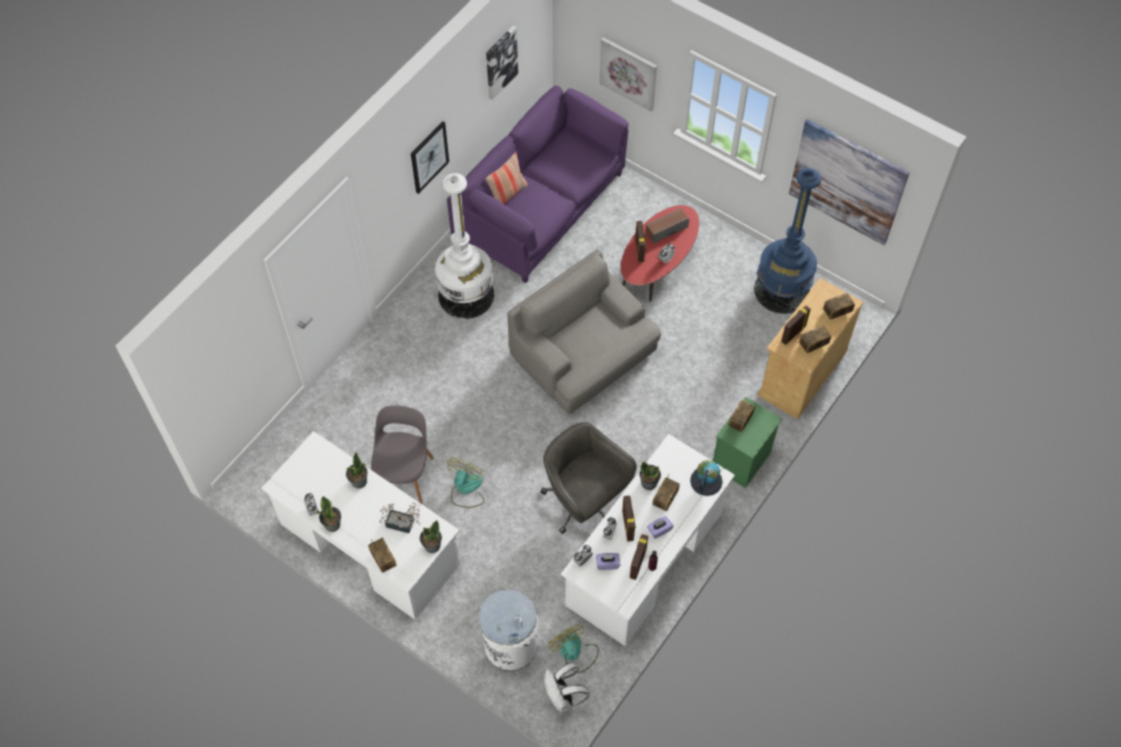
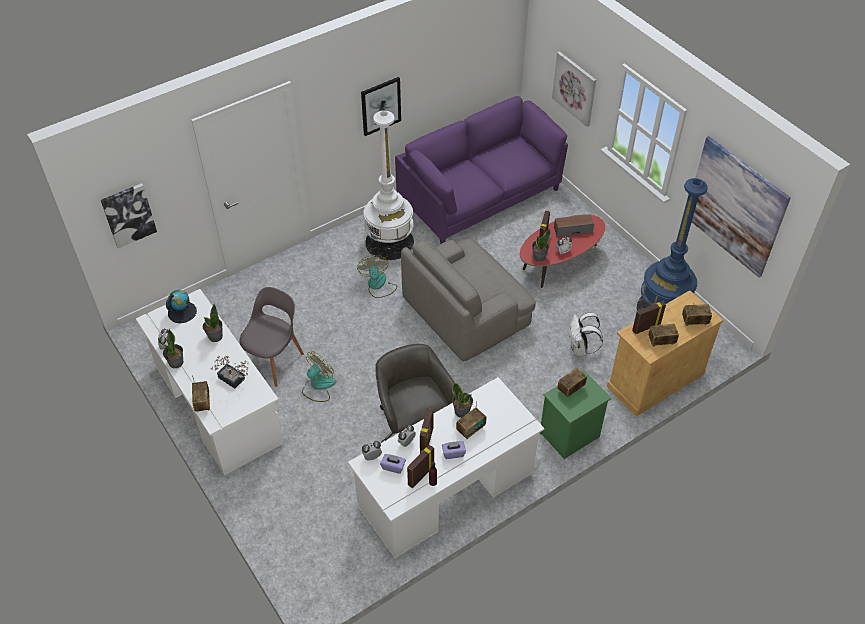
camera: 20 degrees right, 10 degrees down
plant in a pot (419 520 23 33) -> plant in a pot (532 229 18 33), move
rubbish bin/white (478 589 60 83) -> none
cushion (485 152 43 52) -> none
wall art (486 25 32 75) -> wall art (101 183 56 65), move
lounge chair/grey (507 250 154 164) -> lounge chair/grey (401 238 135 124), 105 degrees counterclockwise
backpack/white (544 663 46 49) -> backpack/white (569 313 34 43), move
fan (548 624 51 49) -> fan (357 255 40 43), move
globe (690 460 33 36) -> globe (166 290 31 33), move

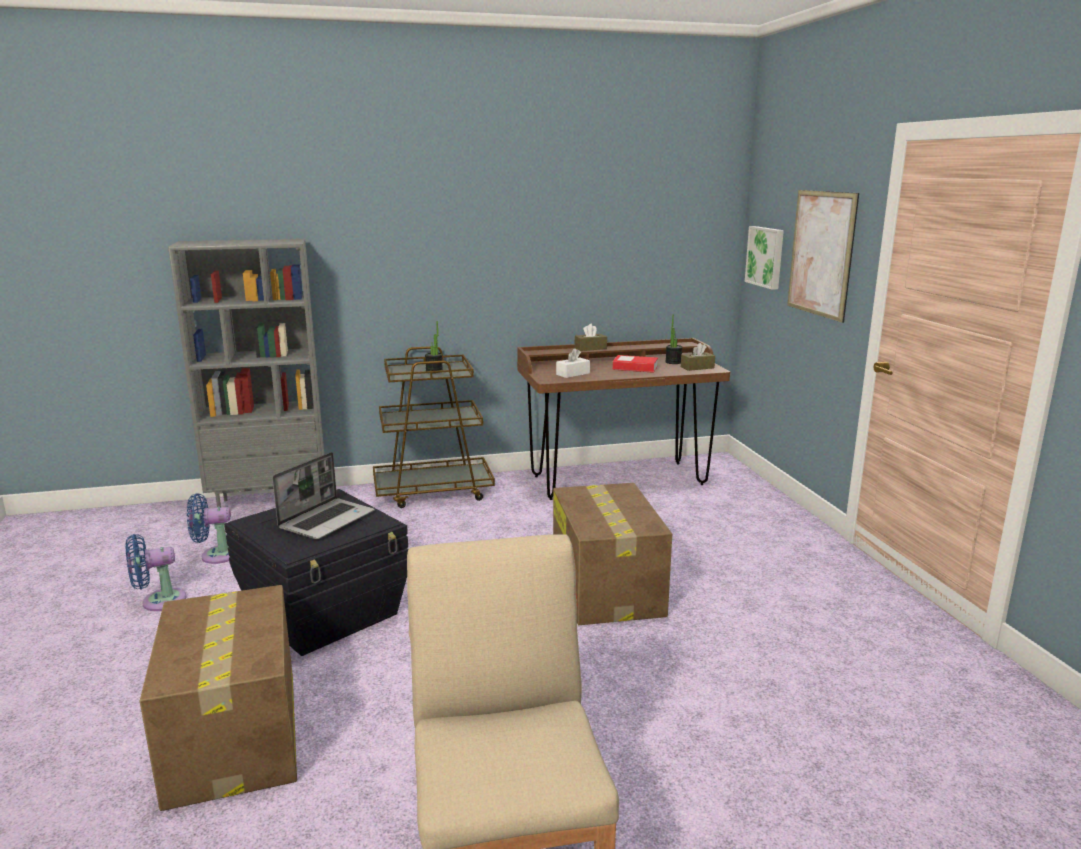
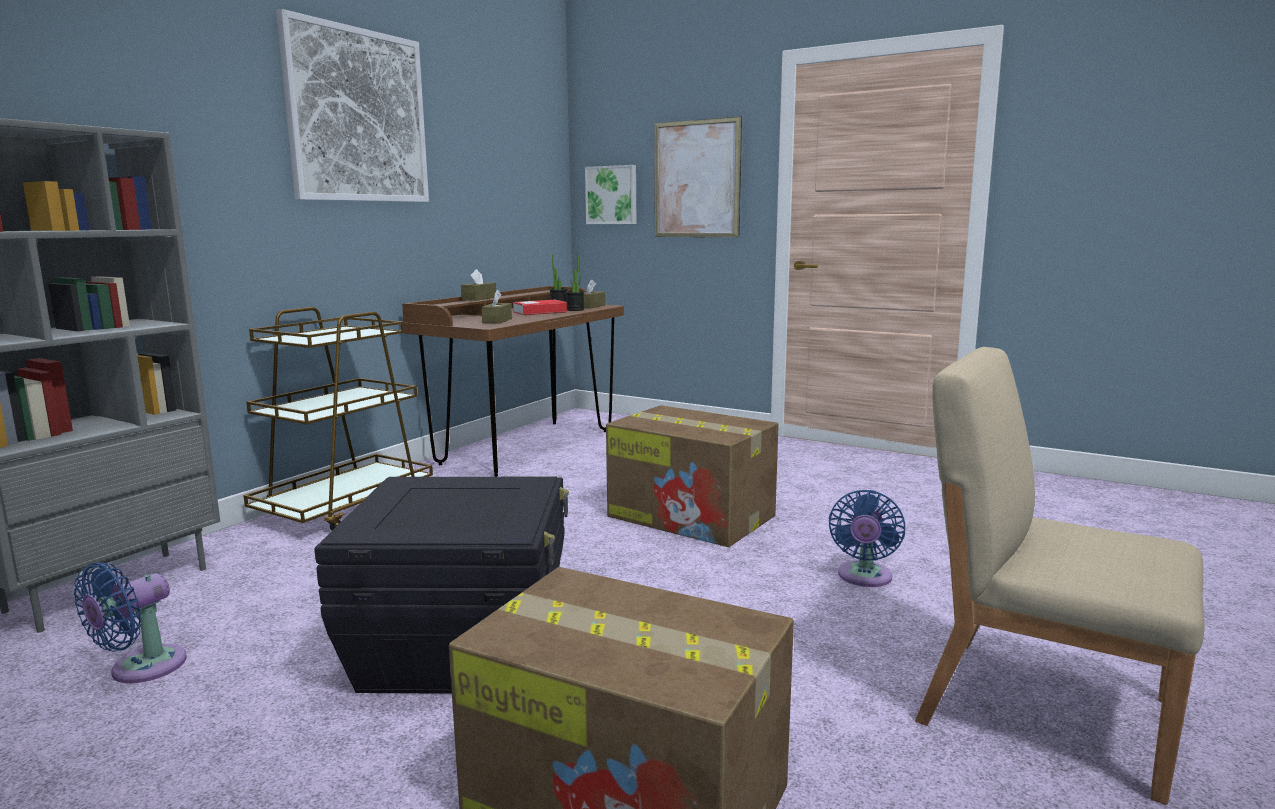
camera: 45 degrees left, 5 degrees down
fan/bluish (126 534 61 77) -> fan/bluish (829 490 76 97), move
laptop (272 452 103 87) -> none
plant in a pot (425 321 18 50) -> plant in a pot (566 255 18 56), move
tissue box/white (556 348 34 30) -> tissue box/brown (481 290 31 33)
none -> wall art (276 9 153 193)

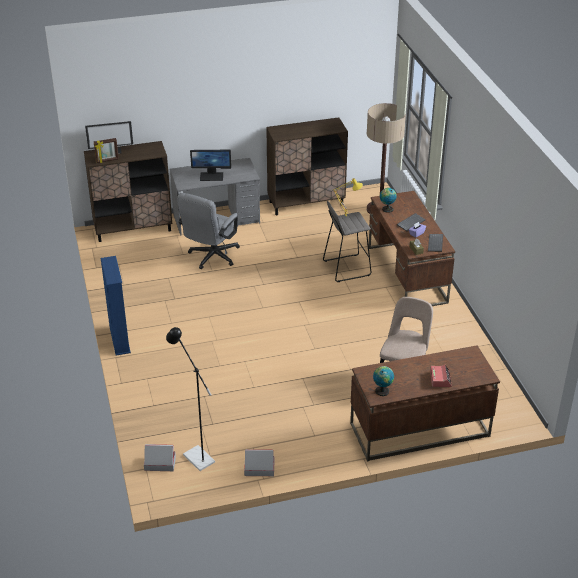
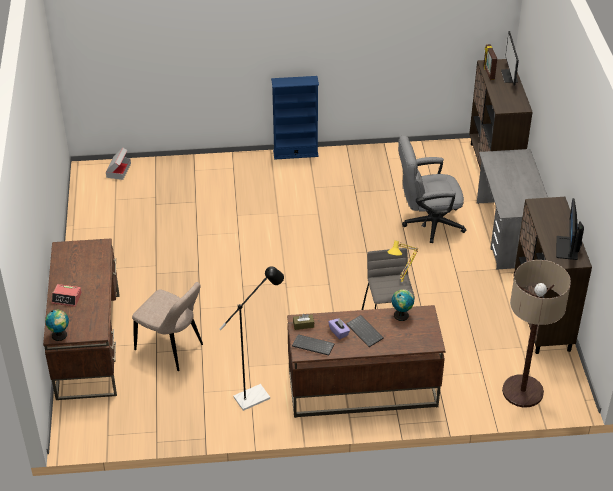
camera: 100 degrees right, 5 degrees up
standard lamp/blackish (166 327 49 144) -> standard lamp/blackish (219 266 65 145), move
computer chair/grey (177 193 63 76) -> computer chair/grey (398 135 68 108), 45 degrees counterclockwise
monitor (190 150 41 31) -> monitor (556 198 28 62), move
cardboard box (244 449 30 27) -> none
globe (373 366 21 30) -> globe (45 310 24 31), move

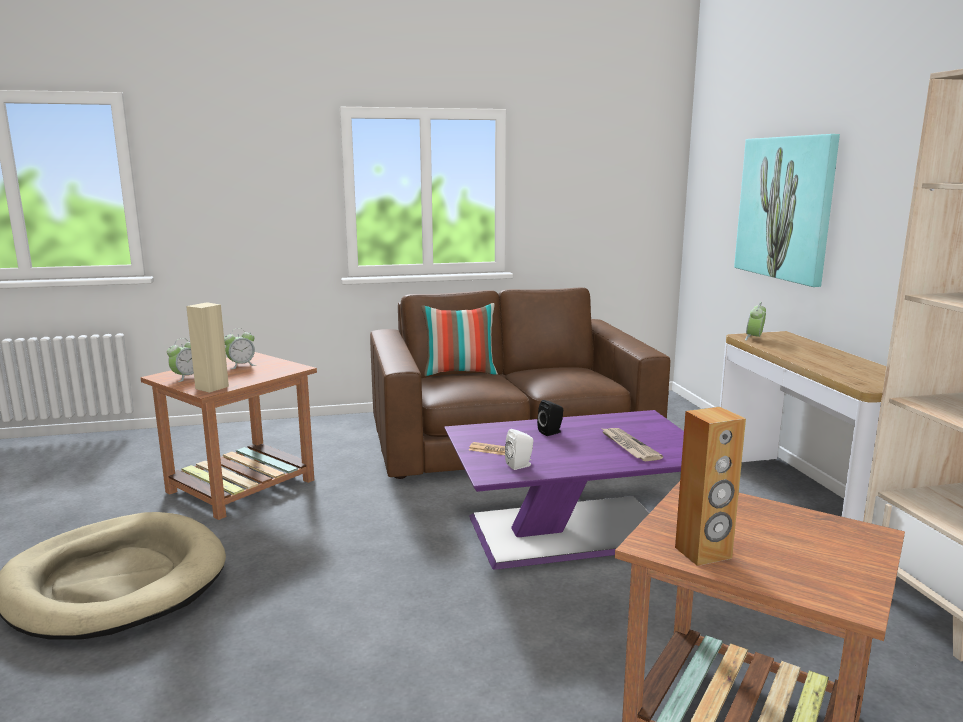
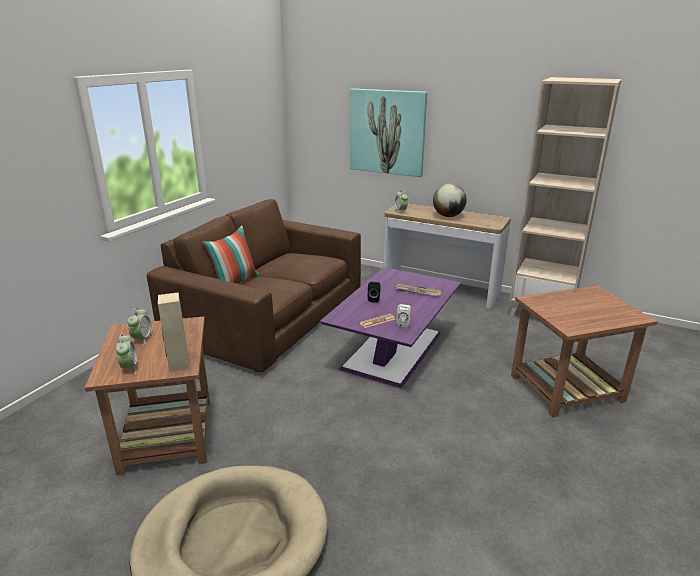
camera: 50 degrees left, 10 degrees up
speaker/brown (675 407 71 159) -> none
none -> globe (433 184 34 33)

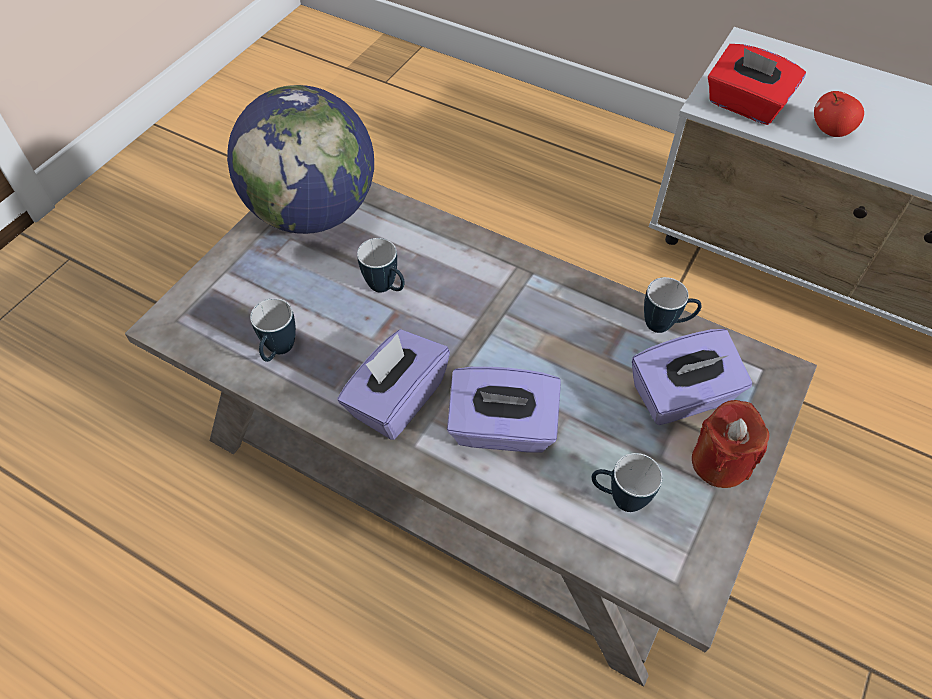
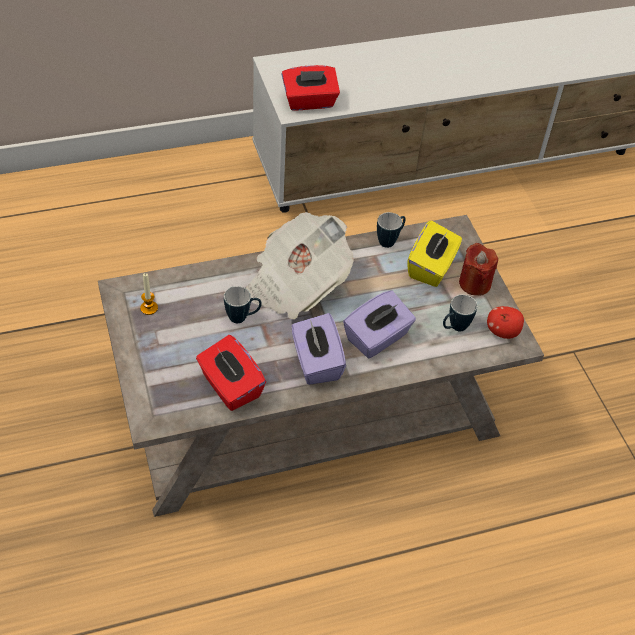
camera: 50 degrees left, 5 degrees down
globe (227 85 147 149) -> candle (140 273 18 42)
mug (250 298 46 64) -> tissue box/red-coloured (196 335 70 76)
tissue box/purplish (632 329 120 96) -> tissue box/yellow-coloured (407 220 55 67)
apple (814 91 50 46) -> apple (487 306 37 33), move
none -> newspaper (246 212 108 107)

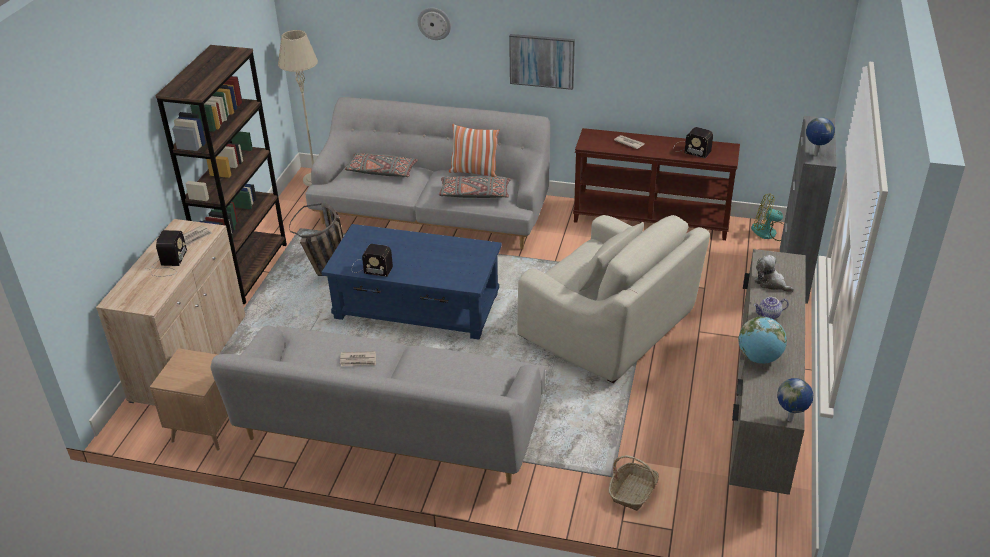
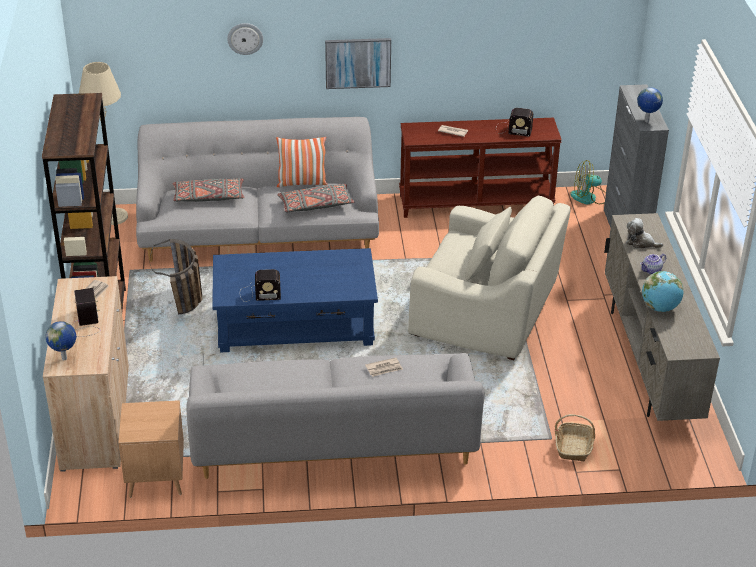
camera: 20 degrees left, 0 degrees up
newspaper (340 351 36 15) -> newspaper (365 358 38 19), move
globe (777 378 36 44) -> globe (45 321 31 39), move

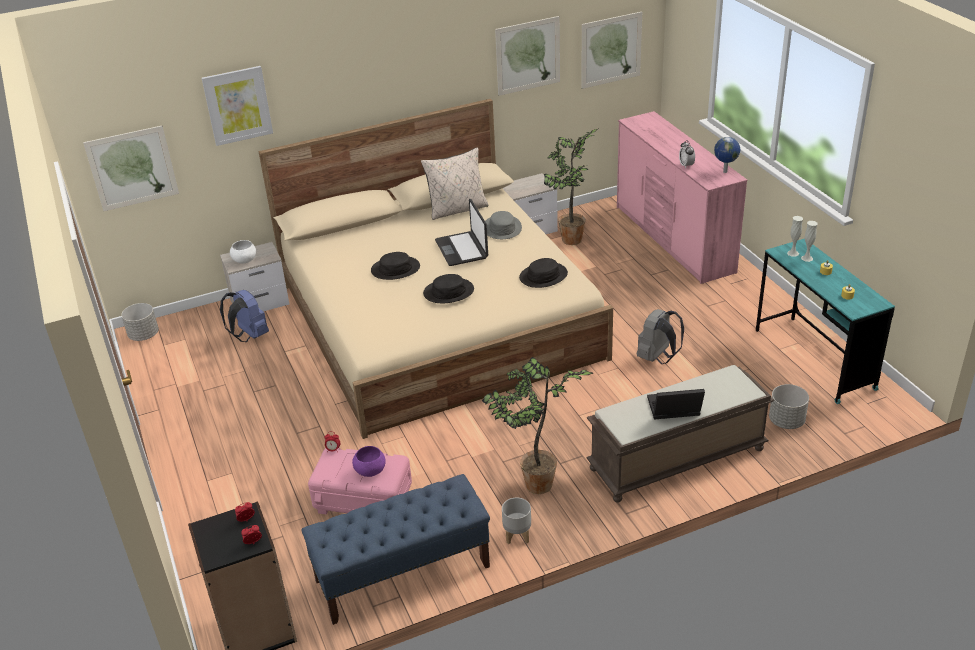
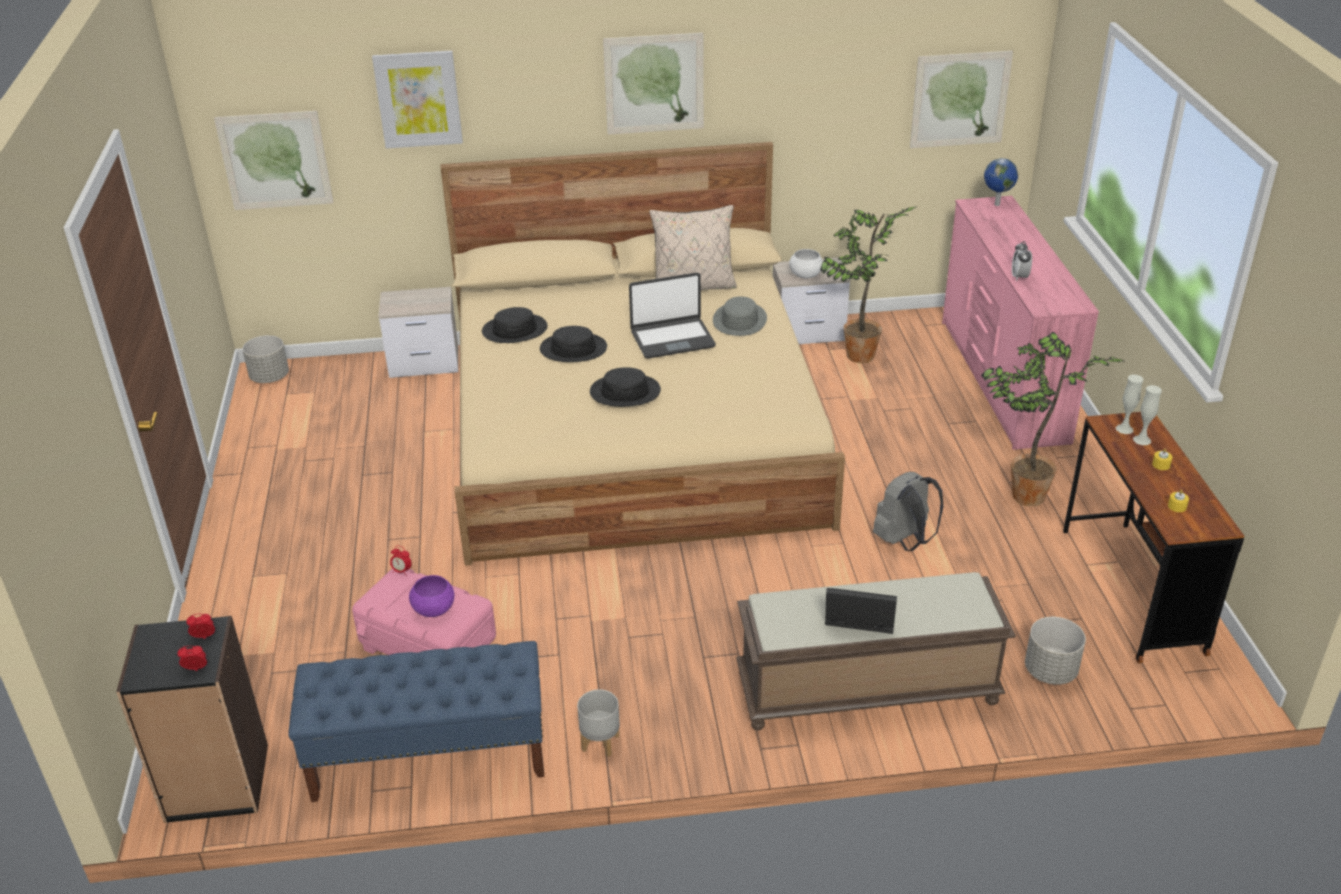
camera: 15 degrees right, 0 degrees up
backpack/bluish (220 290 49 52) -> none
serving bowl/white (230 240 26 23) -> serving bowl/white (789 249 34 30), move
laptop (435 199 53 67) -> laptop (629 273 87 85), 105 degrees counterclockwise
plant in a pot (482 357 111 137) -> plant in a pot (981 332 144 174), move
wall art (495 16 65 80) -> wall art (603 33 101 102), move
wearable hat/blackish (519 258 49 30) -> wearable hat/blackish (482 307 65 36), move
globe (714 137 26 36) -> globe (984 158 34 48), move
desk unit/turquoise-coloured (756 238 139 166) -> desk unit/brown (1063 412 181 251)

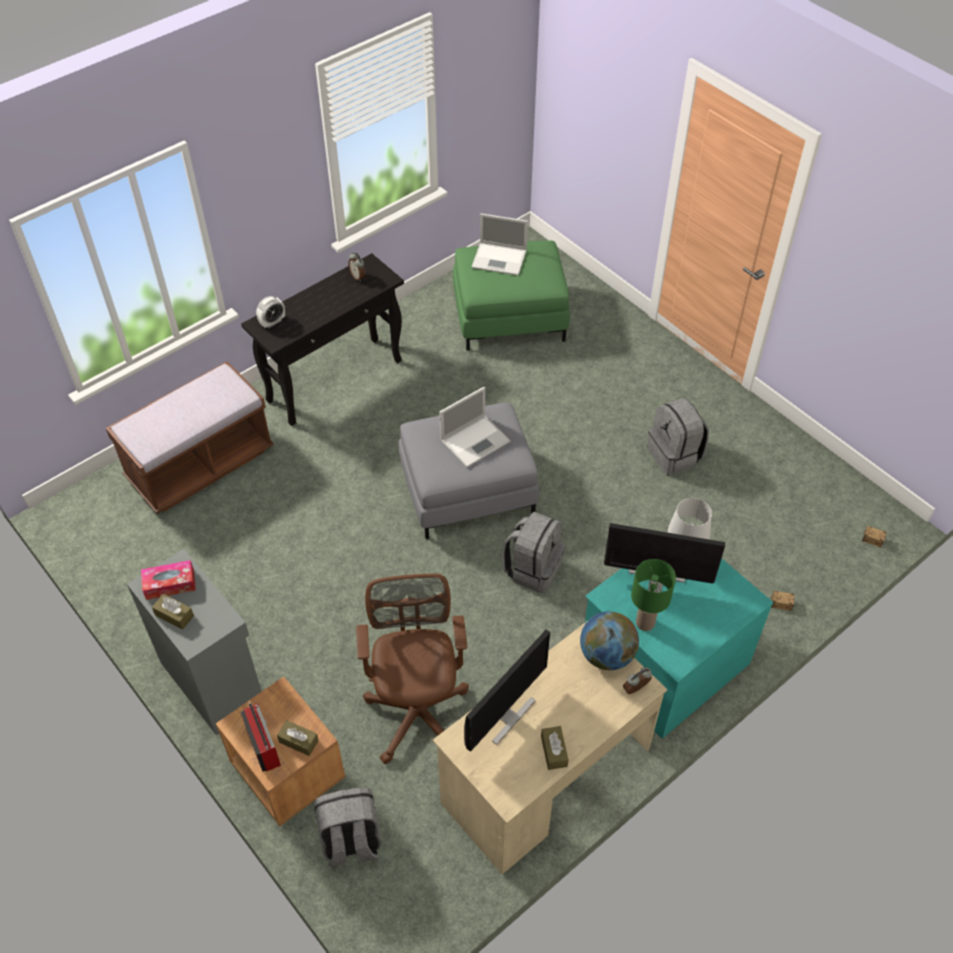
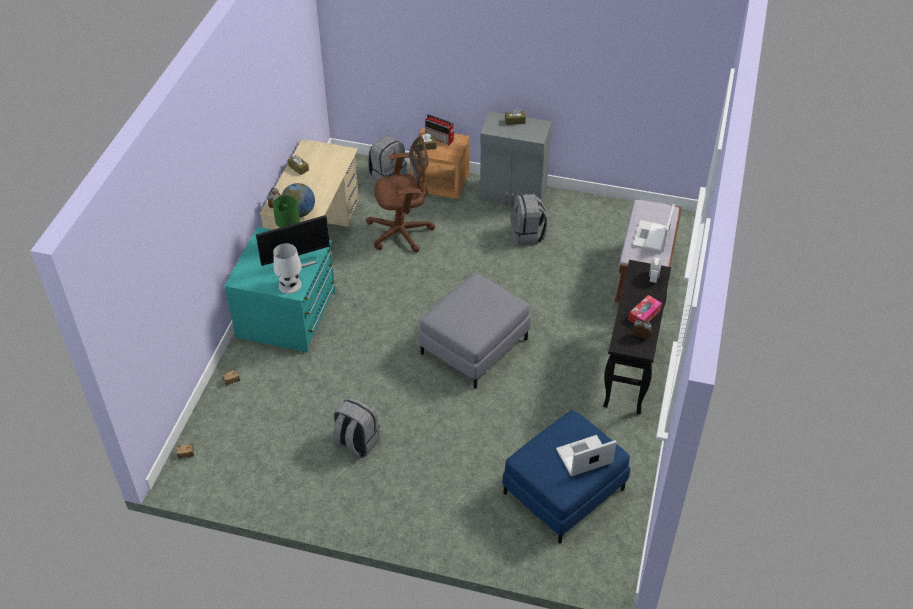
camera: 145 degrees right, 5 degrees down
tissue box (141 560 55 40) -> tissue box (628 295 34 28), move
computer chair/brown (356 574 113 190) -> computer chair/brown (366 136 69 116), 60 degrees counterclockwise
laptop (439 387 72 80) -> laptop (632 204 43 48), move
ottoman/green (453 240 117 111) -> ottoman/bluish (502 410 128 134)
monitor (464 630 86 122) -> none
backpack/grey (502 512 63 82) -> backpack/grey (510 194 37 52), move

